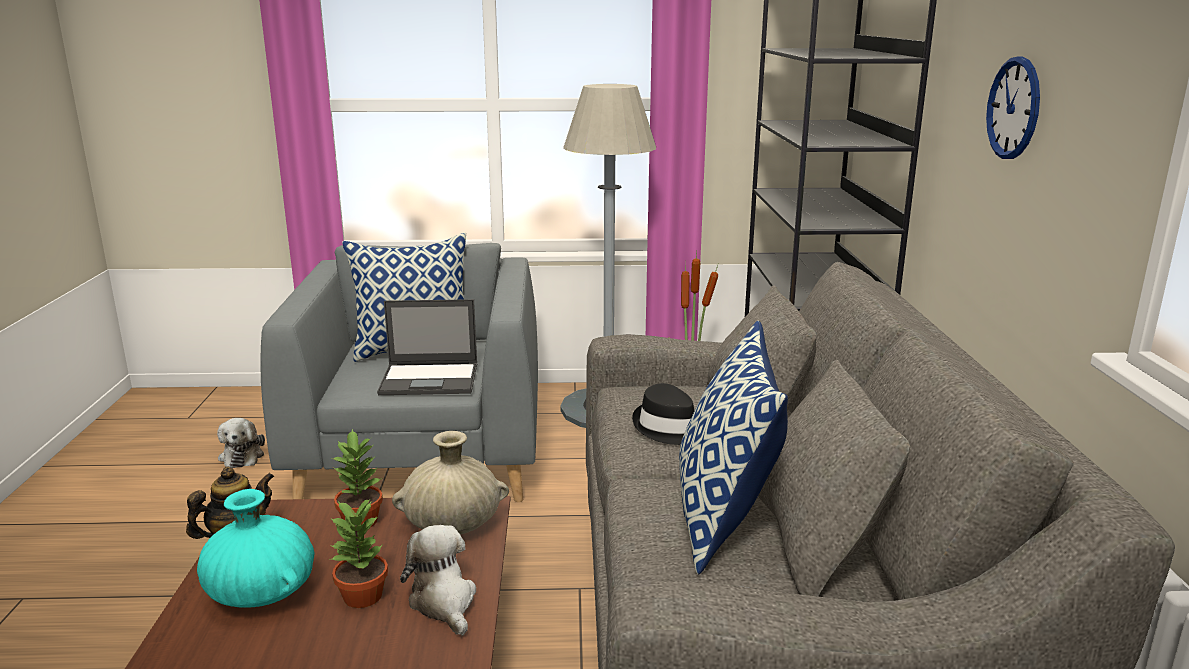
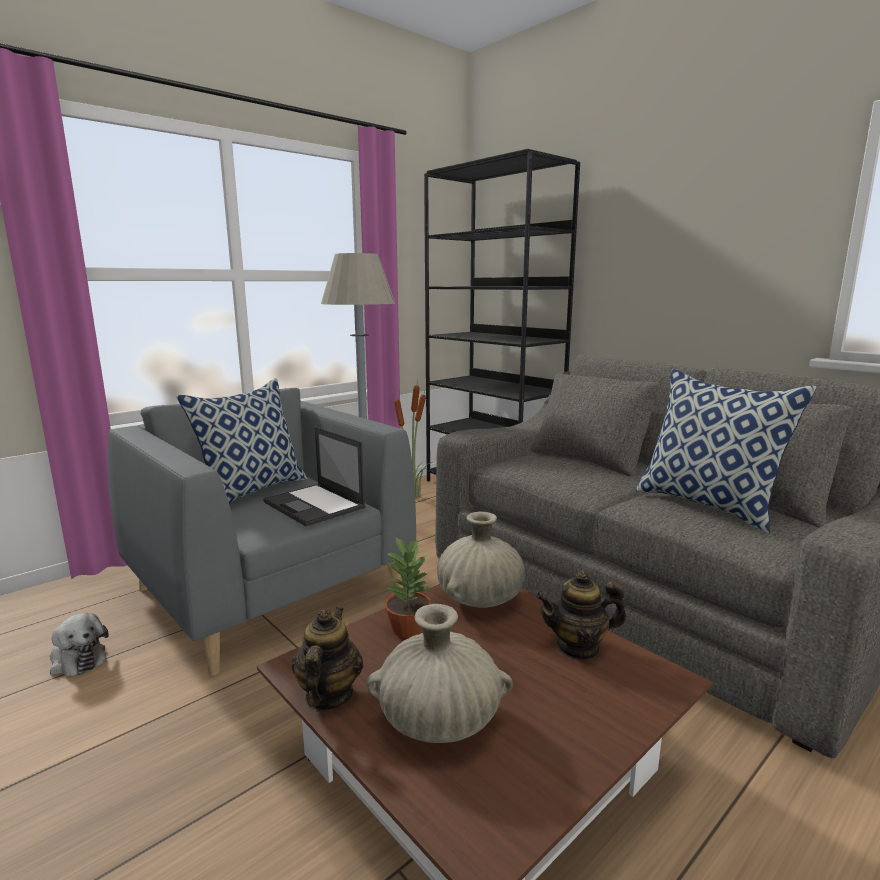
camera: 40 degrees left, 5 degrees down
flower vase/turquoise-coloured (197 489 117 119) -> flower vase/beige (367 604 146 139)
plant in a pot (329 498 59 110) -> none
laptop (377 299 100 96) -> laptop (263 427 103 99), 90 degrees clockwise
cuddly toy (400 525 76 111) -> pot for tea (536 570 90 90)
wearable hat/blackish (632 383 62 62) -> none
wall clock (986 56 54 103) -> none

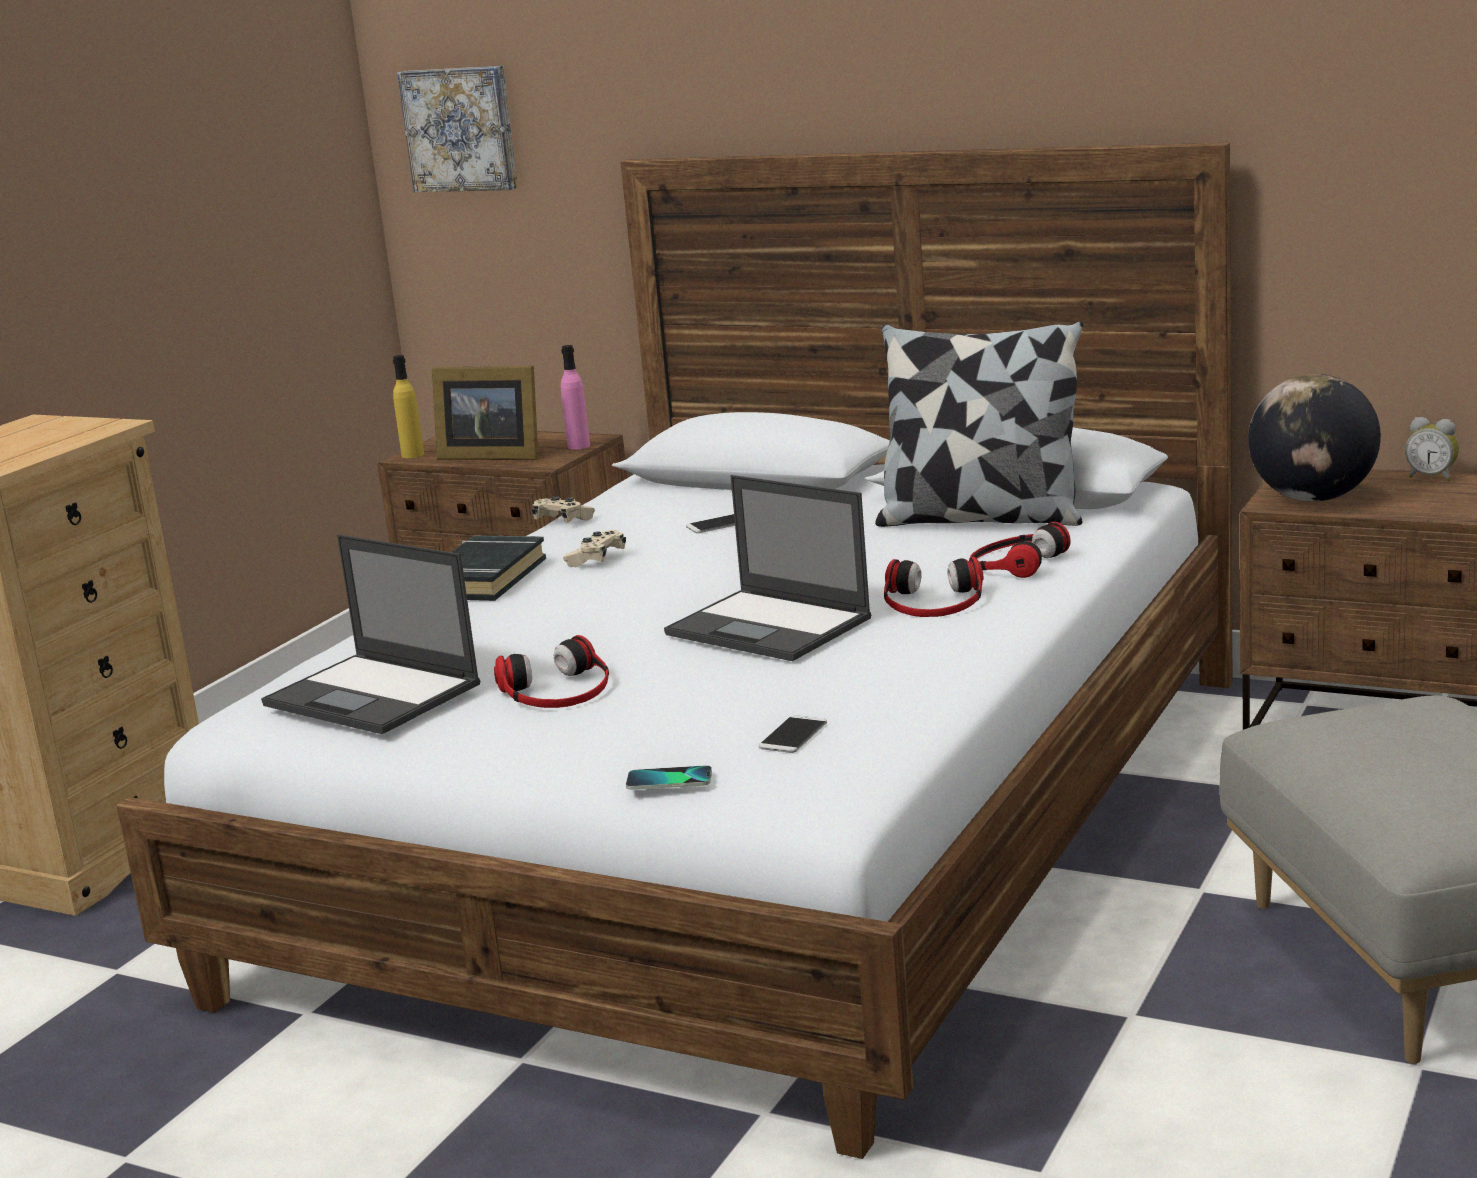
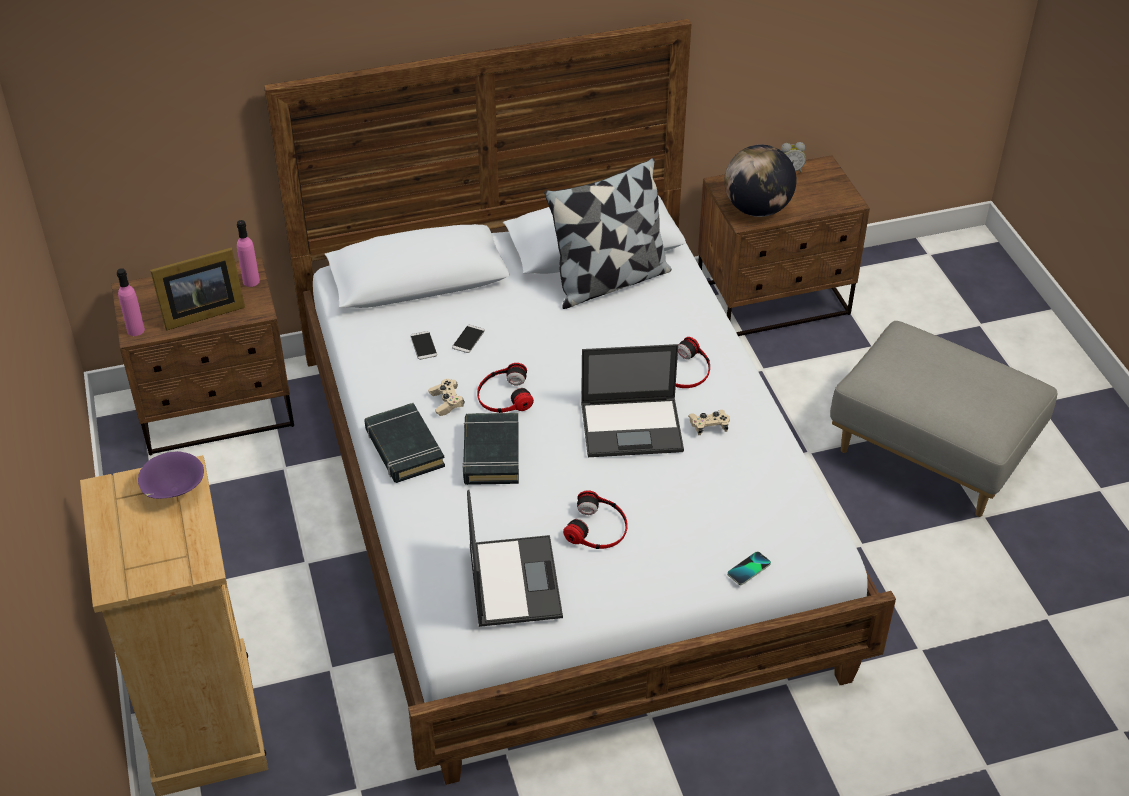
camera: 45 degrees left, 25 degrees up
laptop (261 534 219 200) -> laptop (467 490 96 137), 90 degrees counterclockwise
bottle/yellow-coloured (393 355 31 103) -> bottle/pinkish (117 268 28 68)
wall art (397 66 121 126) -> none
game controller/beige (532 496 63 27) -> game controller/beige (688 410 42 25), move
handset (759 715 68 38) -> handset (410 331 27 29), move
headset (970 522 101 56) -> headset (477 363 57 50), move
none -> serving bowl/purplish (138 451 66 48)
none -> volume/blackish (463 413 56 72)

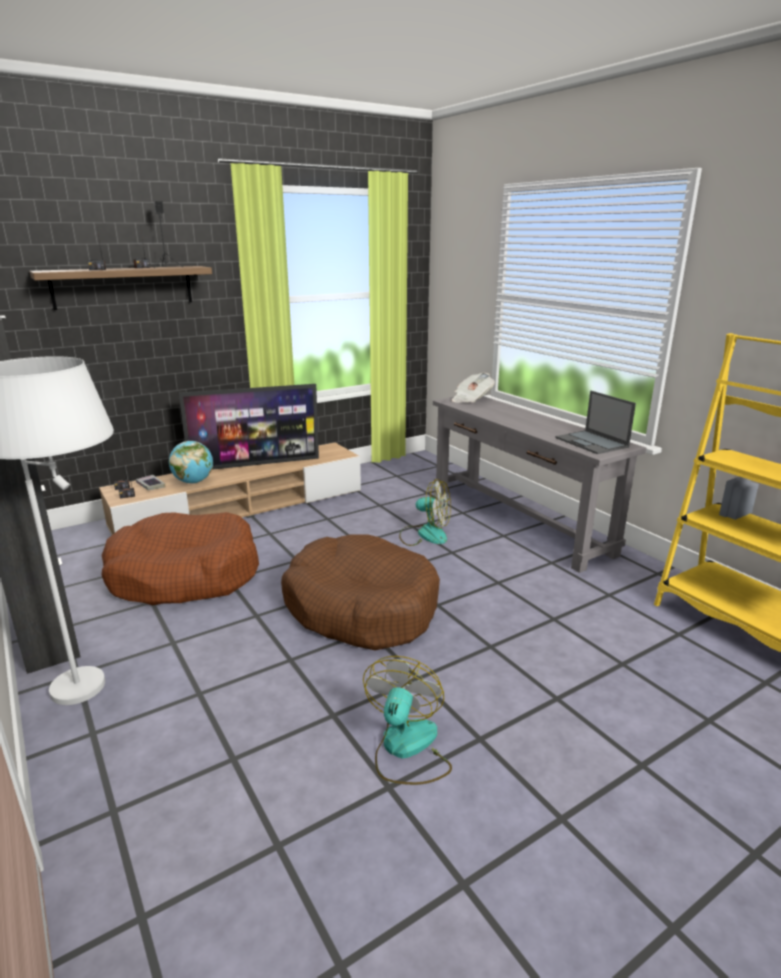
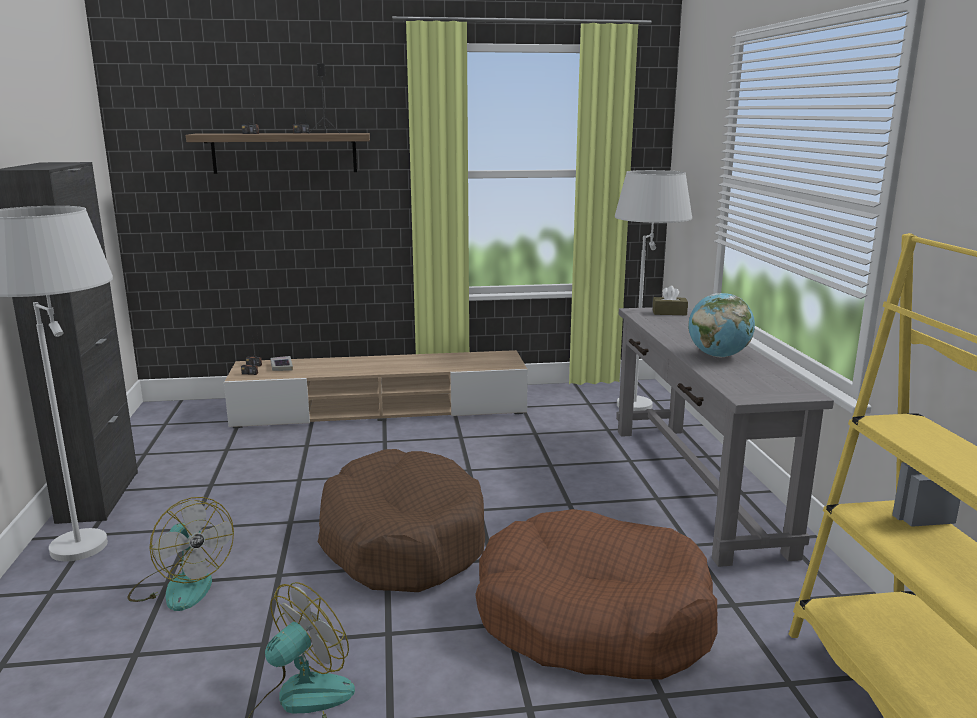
camera: 25 degrees right, 5 degrees down
pet bed/brown (102 512 157 93) -> pet bed/brown (475 509 243 170), move
globe (169 441 44 43) -> globe (688 293 67 64), move
television (179 384 140 86) -> none
fan (399 479 52 67) -> fan (127 497 107 114), move
newspaper (452 373 43 30) -> tissue box/brown (653 286 35 29)
laptop (555 391 81 63) -> none
none -> standard lamp/white (615 170 77 241)

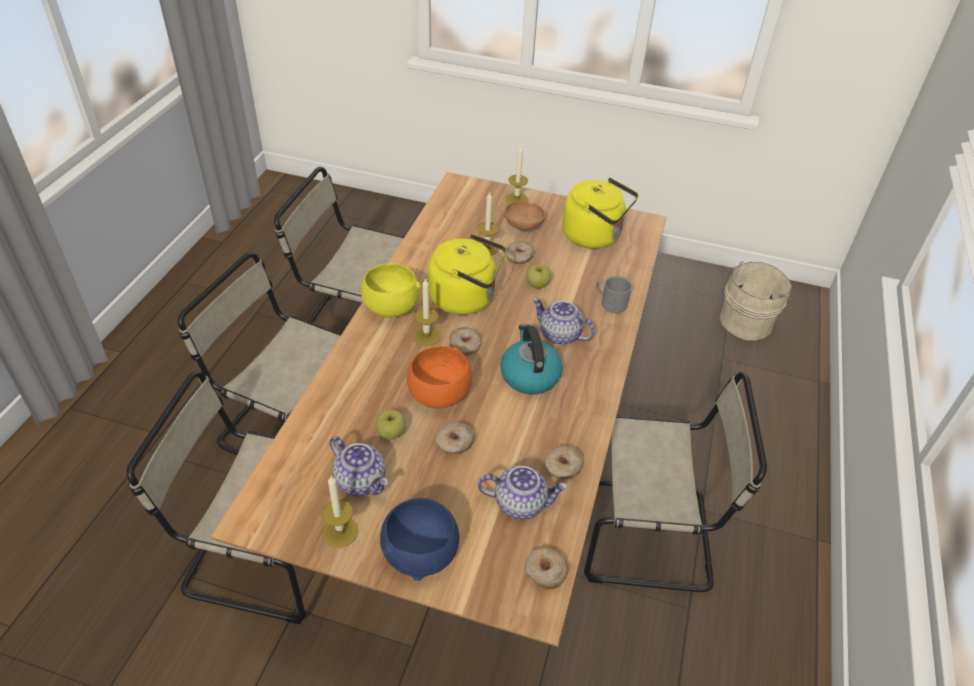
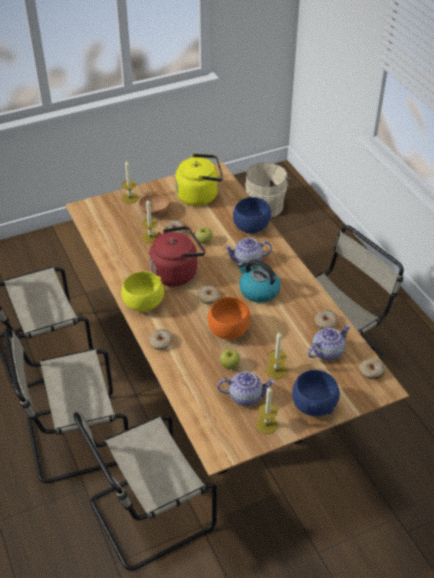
camera: 40 degrees left, 0 degrees up
candle (413 278 28 68) -> candle (266 331 21 48), move
kettle/yellow-coloured (428 234 78 81) -> kettle/red-coloured (149 226 56 60)
doughnut (436 422 38 32) -> doughnut (149 329 24 21), move
mug/grey (596 276 36 37) -> serving bowl/bluish (233 197 38 36)

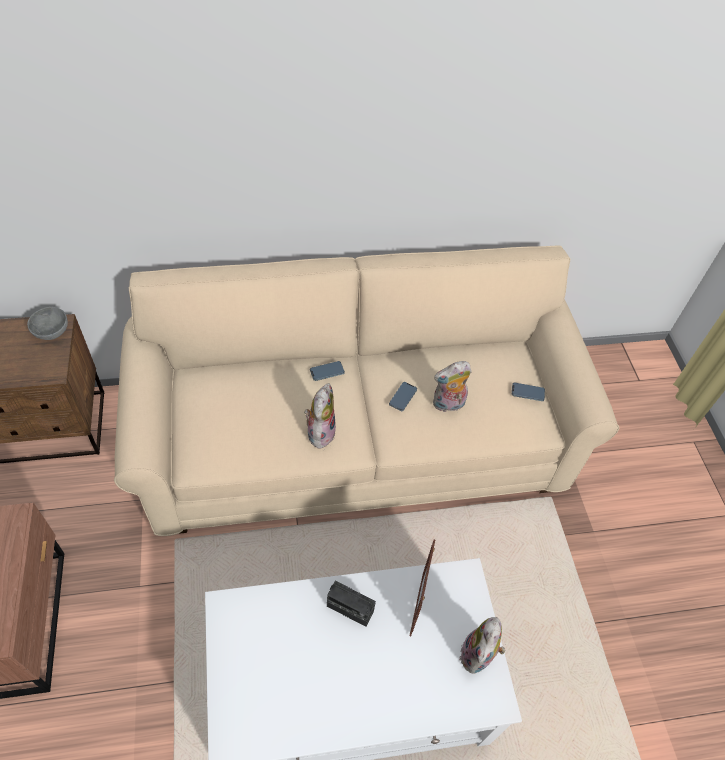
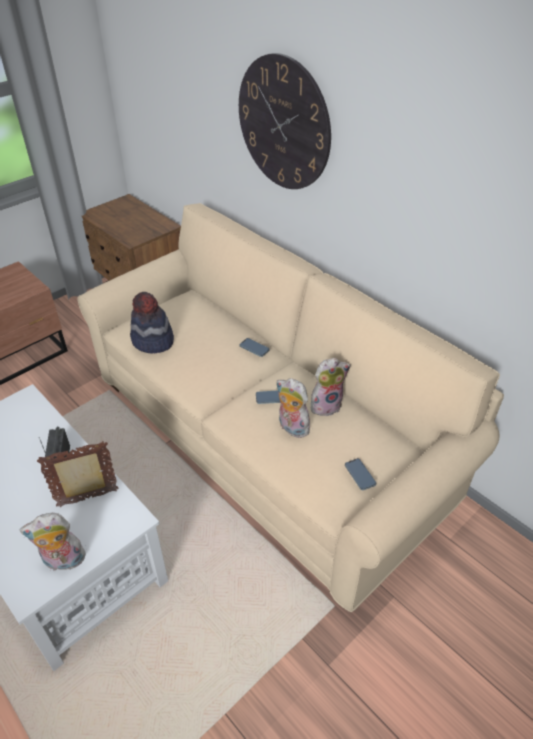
camera: 60 degrees right, 10 degrees down
serving bowl/grey (27 307 41 33) -> none
cuddly toy (304 383 32 67) -> cuddly toy (311 358 40 58), move
none -> wearable hat (130 292 44 62)
none -> wall clock (239 53 92 136)

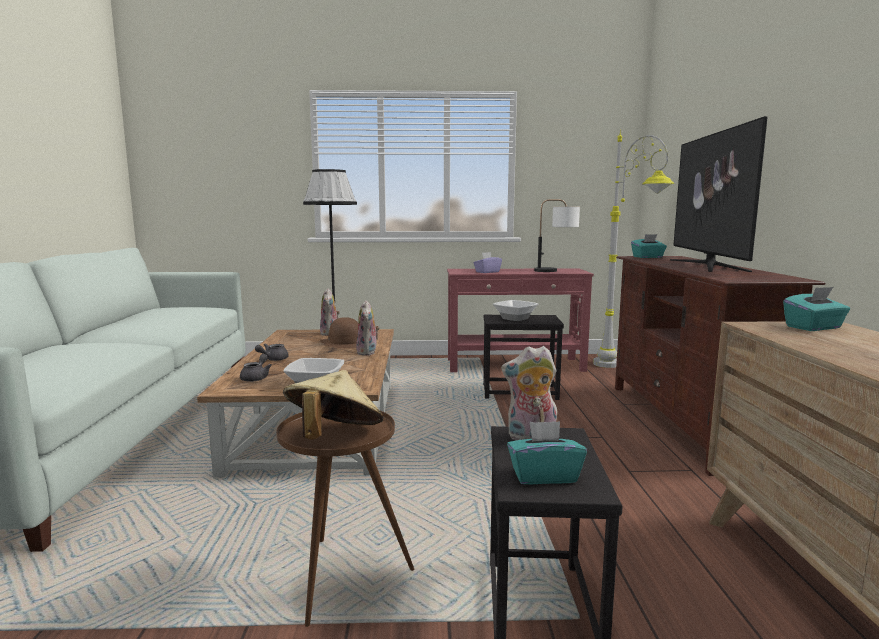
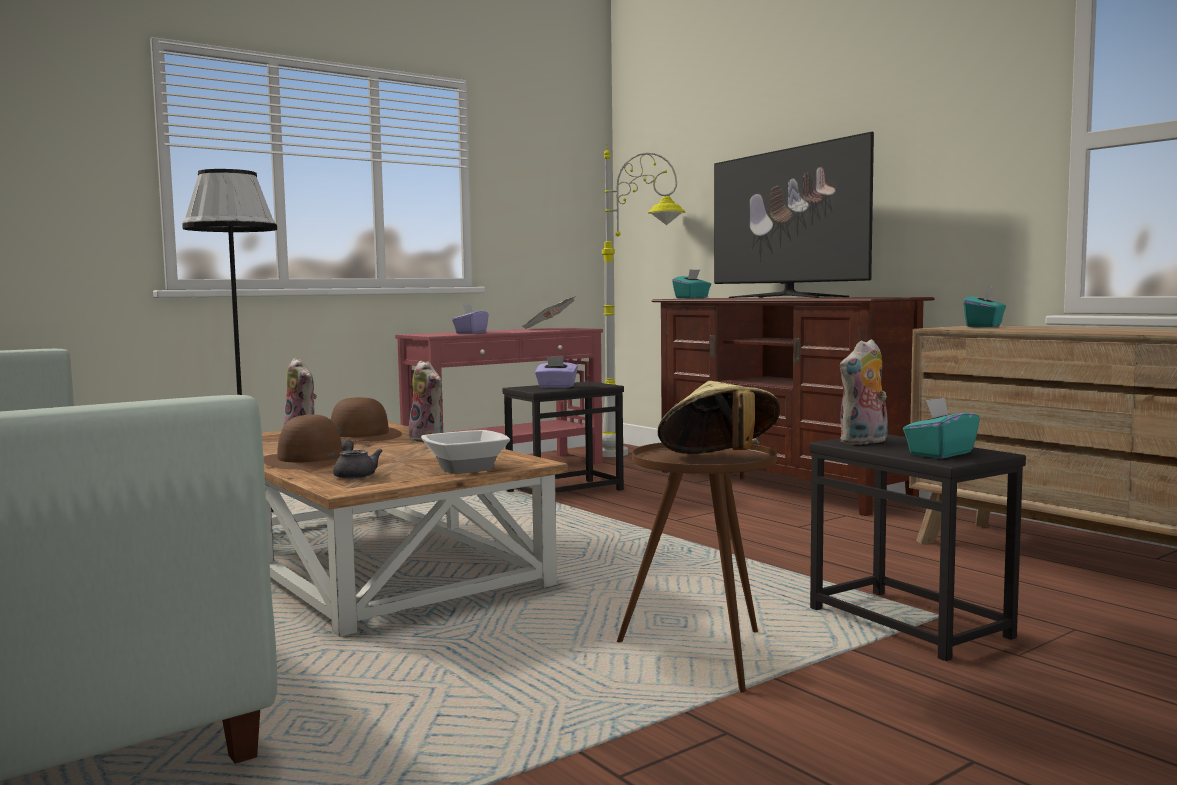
camera: 35 degrees left, 5 degrees down
pot for tea/grey (255 344 34 17) -> wearable hat/brown (263 415 80 54)
serving bowl (493 300 45 21) -> tissue box/purplish (535 356 43 32)
table lamp (534 199 46 73) -> newspaper (522 296 53 33)

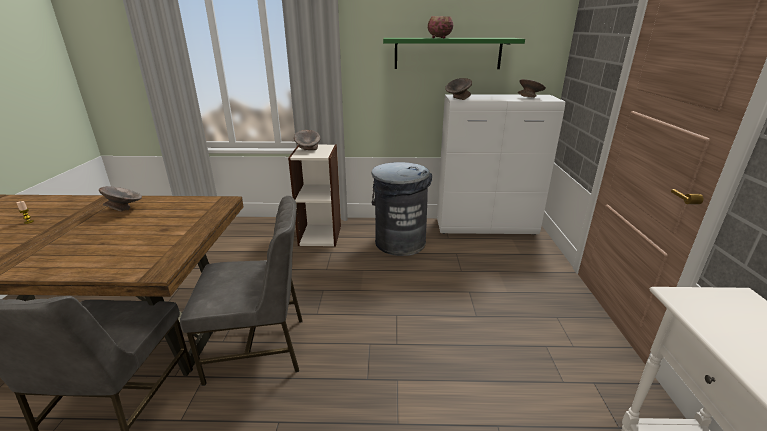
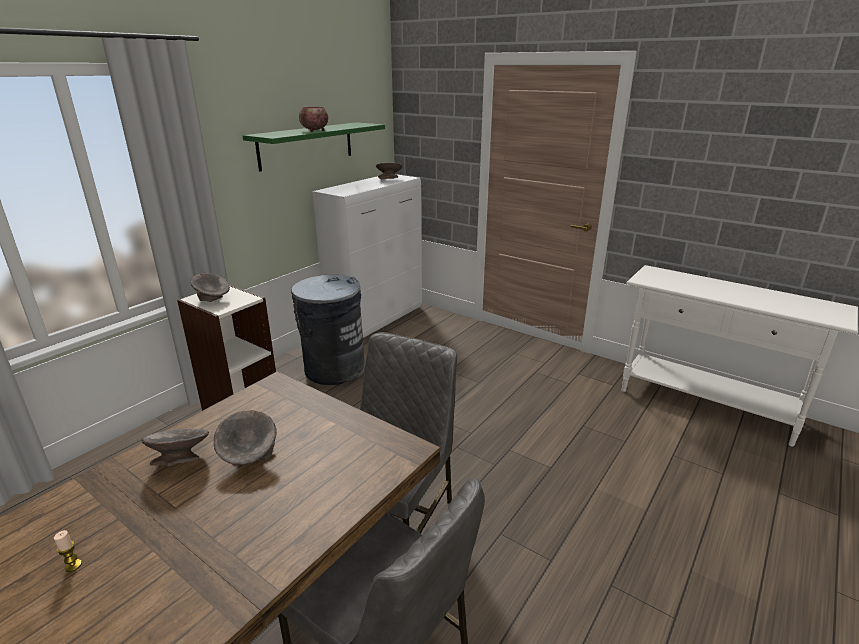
camera: 55 degrees left, 0 degrees up
serving bowl/grey (445 78 27 22) -> serving bowl/grey (214 410 63 55), move

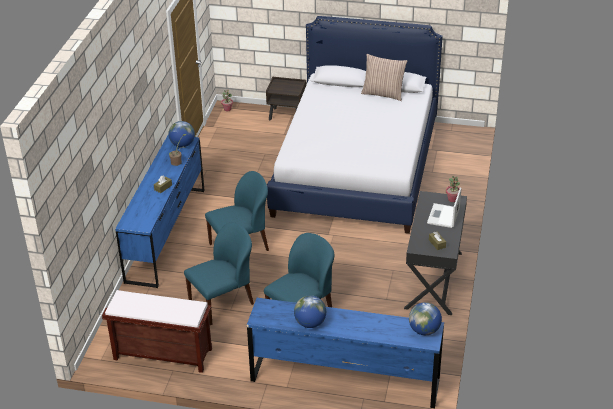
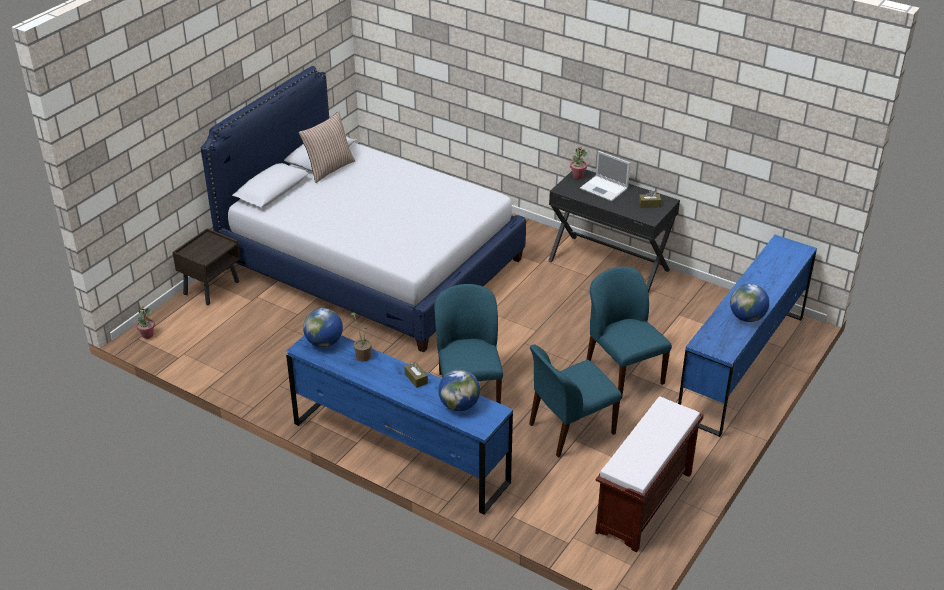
camera: 70 degrees left, 0 degrees up
plain chair/bluish (184 222 70 103) -> plain chair/bluish (529 344 93 113), 105 degrees counterclockwise
globe (409 302 33 33) -> globe (438 369 42 42), move

